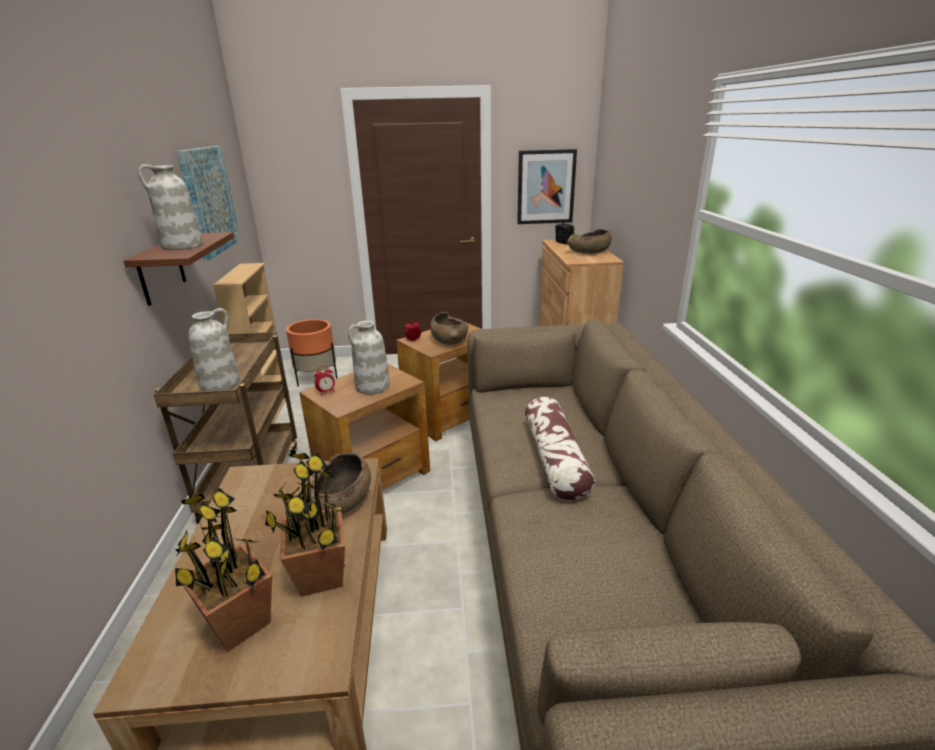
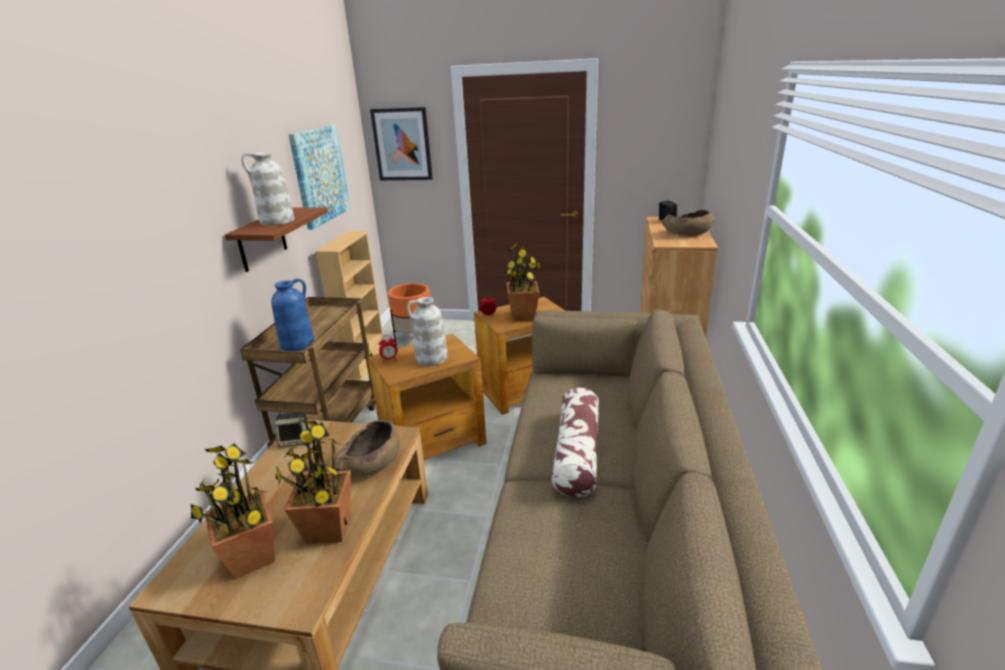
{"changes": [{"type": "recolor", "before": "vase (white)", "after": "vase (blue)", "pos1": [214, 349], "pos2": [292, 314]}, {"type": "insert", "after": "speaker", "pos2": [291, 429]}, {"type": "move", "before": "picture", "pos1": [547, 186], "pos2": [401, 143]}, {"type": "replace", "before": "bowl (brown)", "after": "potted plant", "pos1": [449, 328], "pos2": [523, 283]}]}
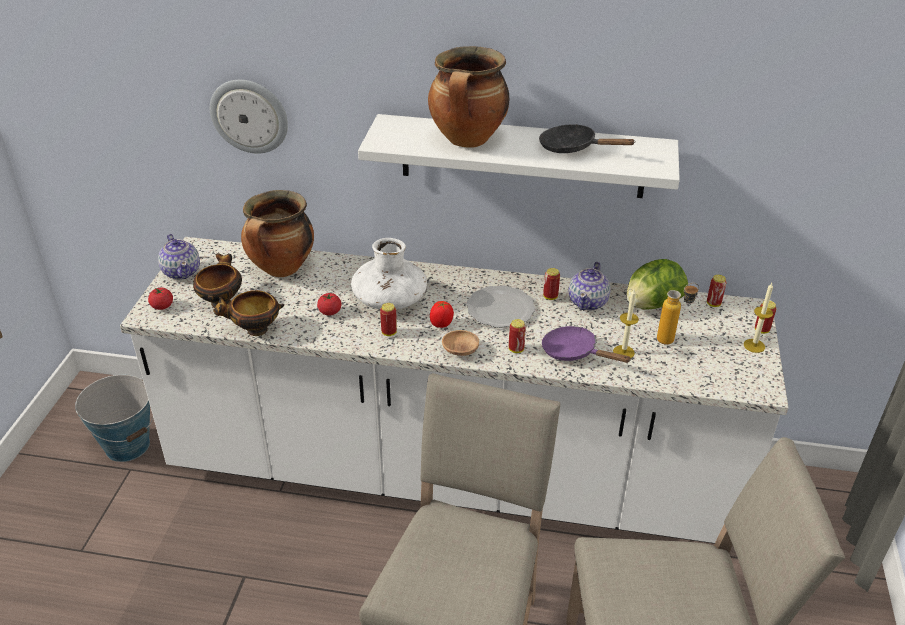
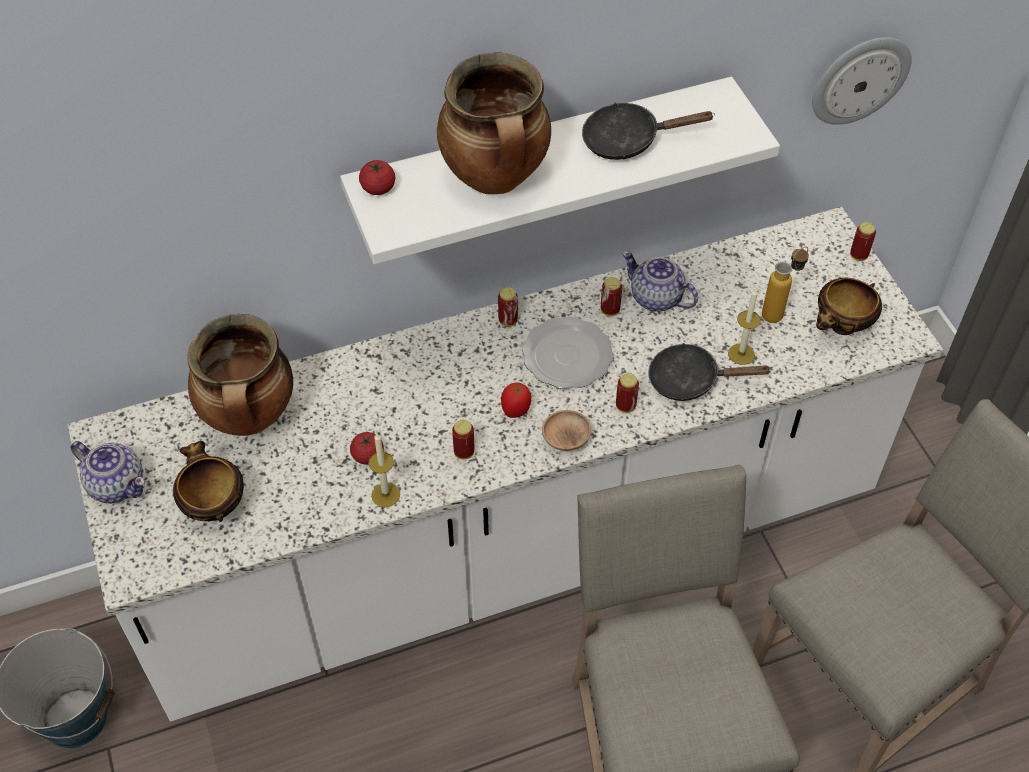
{"changes": [{"type": "move", "before": "tomato", "pos1": [160, 299], "pos2": [377, 177]}, {"type": "move", "before": "candle", "pos1": [758, 318], "pos2": [384, 470]}, {"type": "move", "before": "can", "pos1": [716, 291], "pos2": [508, 307]}, {"type": "rotate", "before": "teapot", "pos1": [589, 286], "pos2": [660, 281], "turn": 135}, {"type": "recolor", "before": "frying pan (purple)", "after": "frying pan (black)", "pos1": [586, 344], "pos2": [710, 372]}, {"type": "move", "before": "wall clock", "pos1": [249, 117], "pos2": [862, 81]}, {"type": "move", "before": "bowl", "pos1": [248, 313], "pos2": [849, 306]}, {"type": "delete", "before": "vase (white)", "pos1": [389, 274]}, {"type": "delete", "before": "lettuce", "pos1": [657, 284]}]}
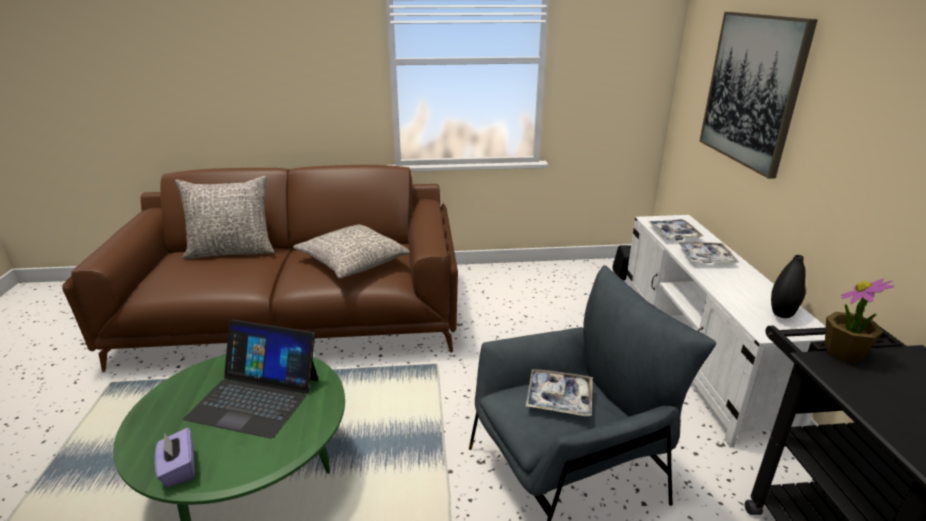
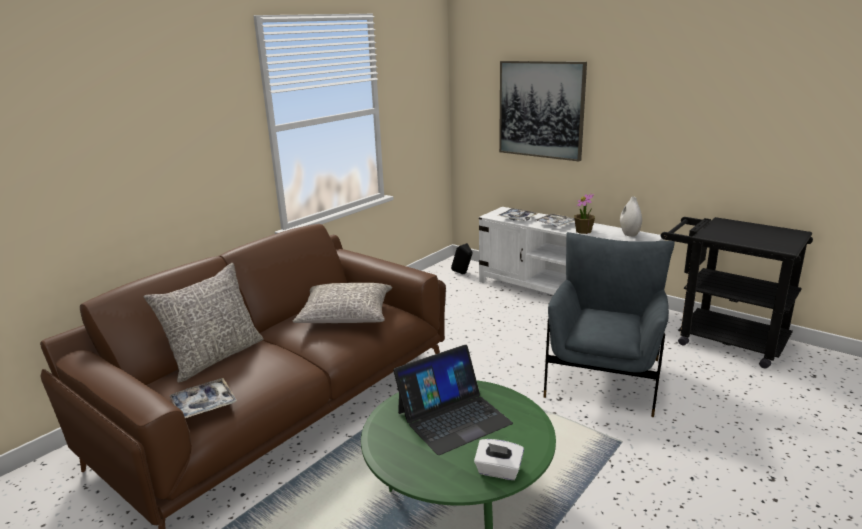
{"changes": [{"type": "move", "before": "tray", "pos1": [559, 392], "pos2": [203, 398]}, {"type": "recolor", "before": "tissue box (purple)", "after": "tissue box (white)", "pos1": [175, 457], "pos2": [499, 459]}, {"type": "move", "before": "potted plant", "pos1": [859, 320], "pos2": [584, 213]}, {"type": "recolor", "before": "vase (black)", "after": "vase (white)", "pos1": [788, 286], "pos2": [631, 216]}]}
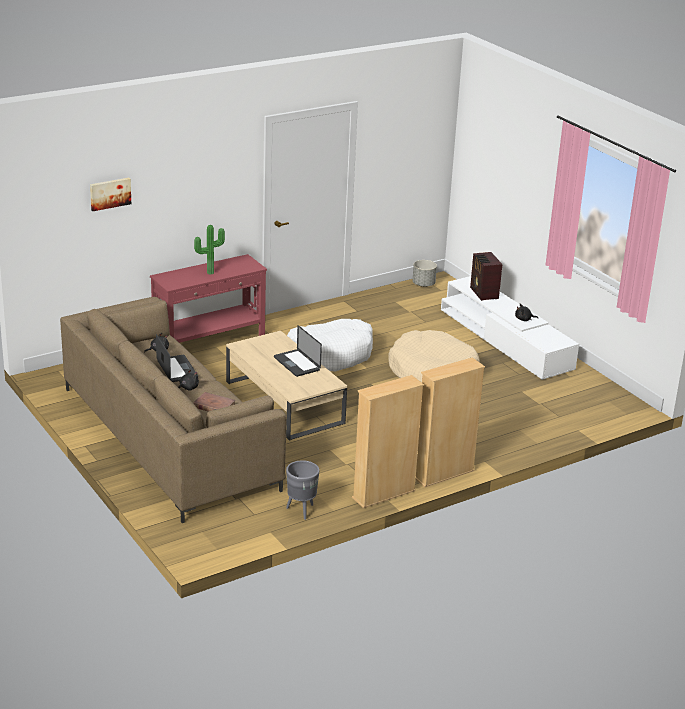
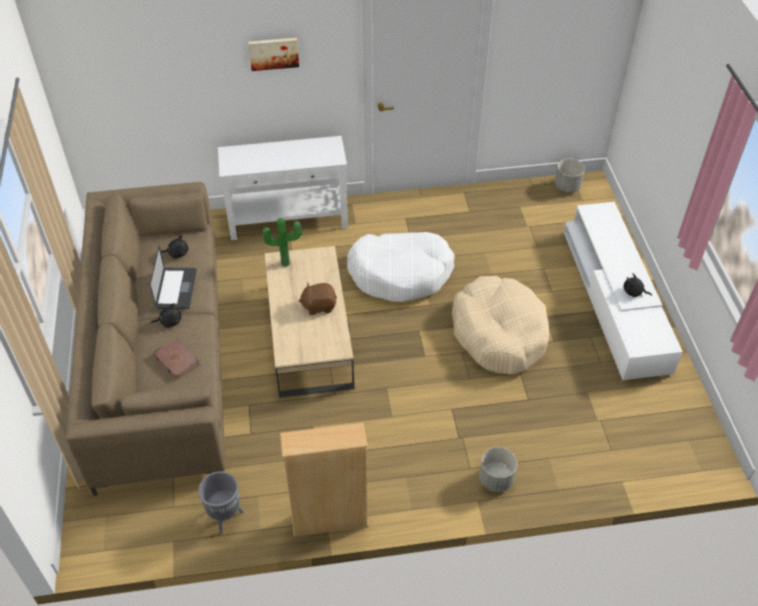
{"changes": [{"type": "recolor", "before": "console table (red)", "after": "console table (white)", "pos1": [208, 298], "pos2": [283, 188]}, {"type": "move", "before": "picture", "pos1": [110, 194], "pos2": [273, 54]}, {"type": "move", "before": "potted plant", "pos1": [209, 250], "pos2": [282, 242]}, {"type": "replace", "before": "laptop", "after": "plush toy (brown)", "pos1": [298, 351], "pos2": [318, 299]}, {"type": "insert", "after": "planter (grey)", "pos2": [498, 469]}, {"type": "delete", "before": "bookcase (beige)", "pos1": [450, 422]}, {"type": "delete", "before": "radio", "pos1": [486, 276]}]}
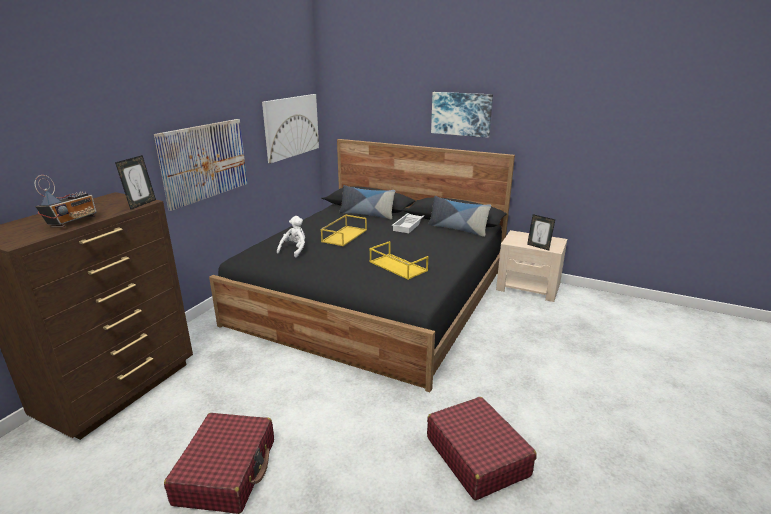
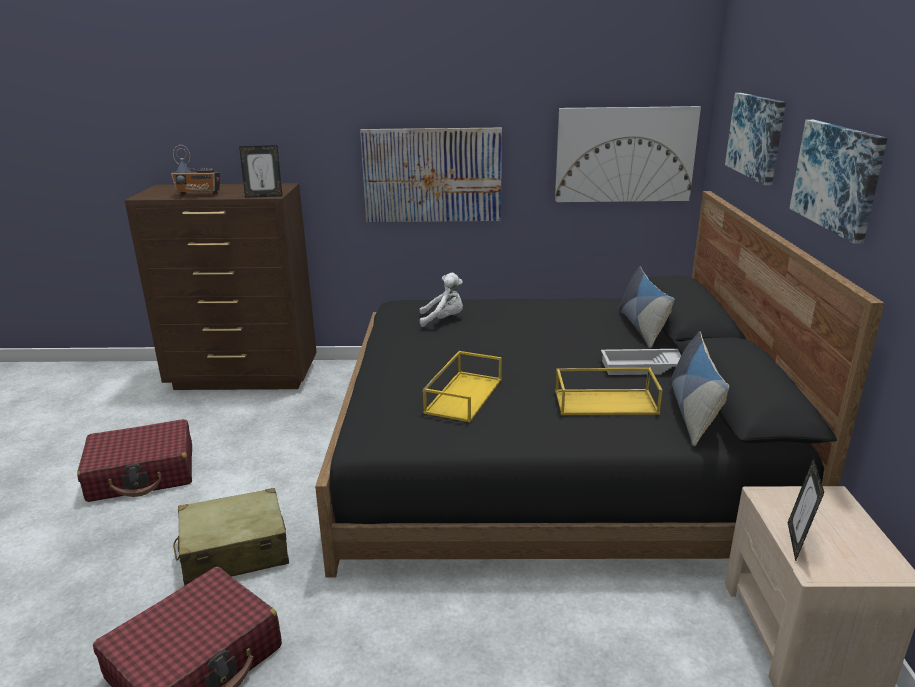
{"changes": [{"type": "insert", "after": "suitcase (beige)", "pos2": [231, 537]}, {"type": "move", "before": "tray (yellow)", "pos1": [344, 230], "pos2": [608, 391]}, {"type": "insert", "after": "picture", "pos2": [755, 139]}]}
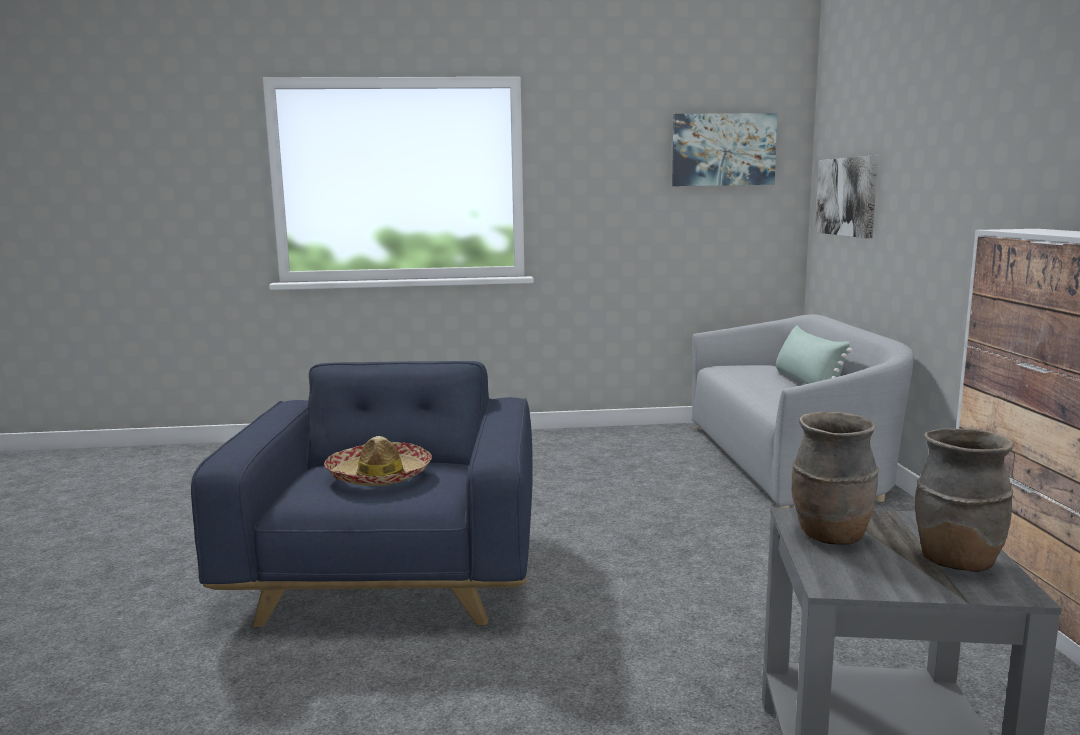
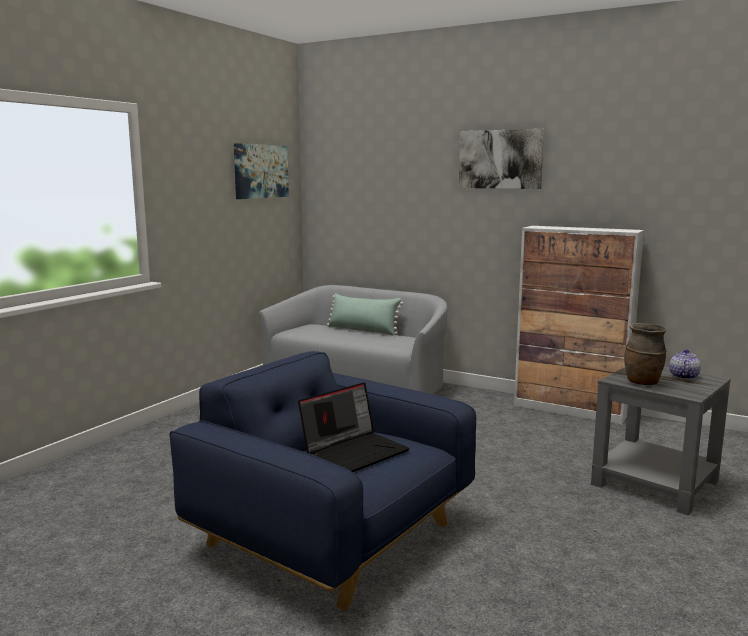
{"changes": [{"type": "replace", "before": "hat", "after": "laptop", "pos1": [378, 461], "pos2": [354, 427]}, {"type": "move", "before": "picture", "pos1": [846, 196], "pos2": [501, 159]}, {"type": "replace", "before": "vase (brown)", "after": "teapot", "pos1": [964, 500], "pos2": [685, 364]}]}
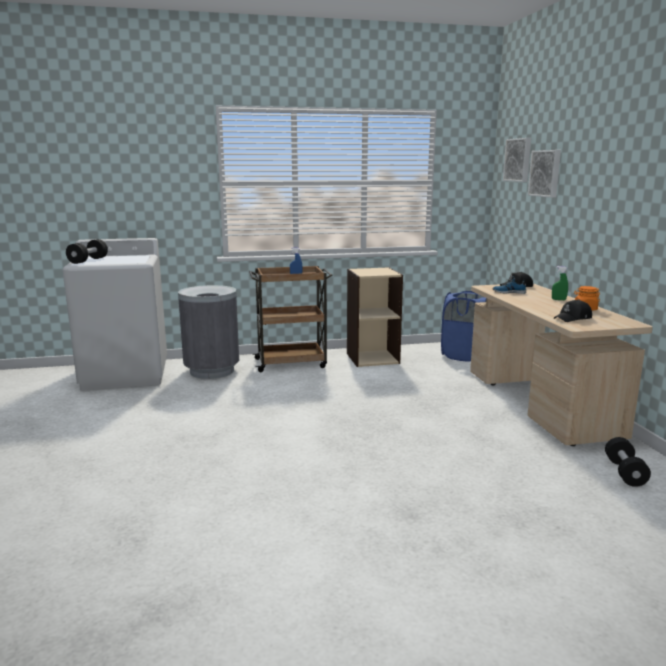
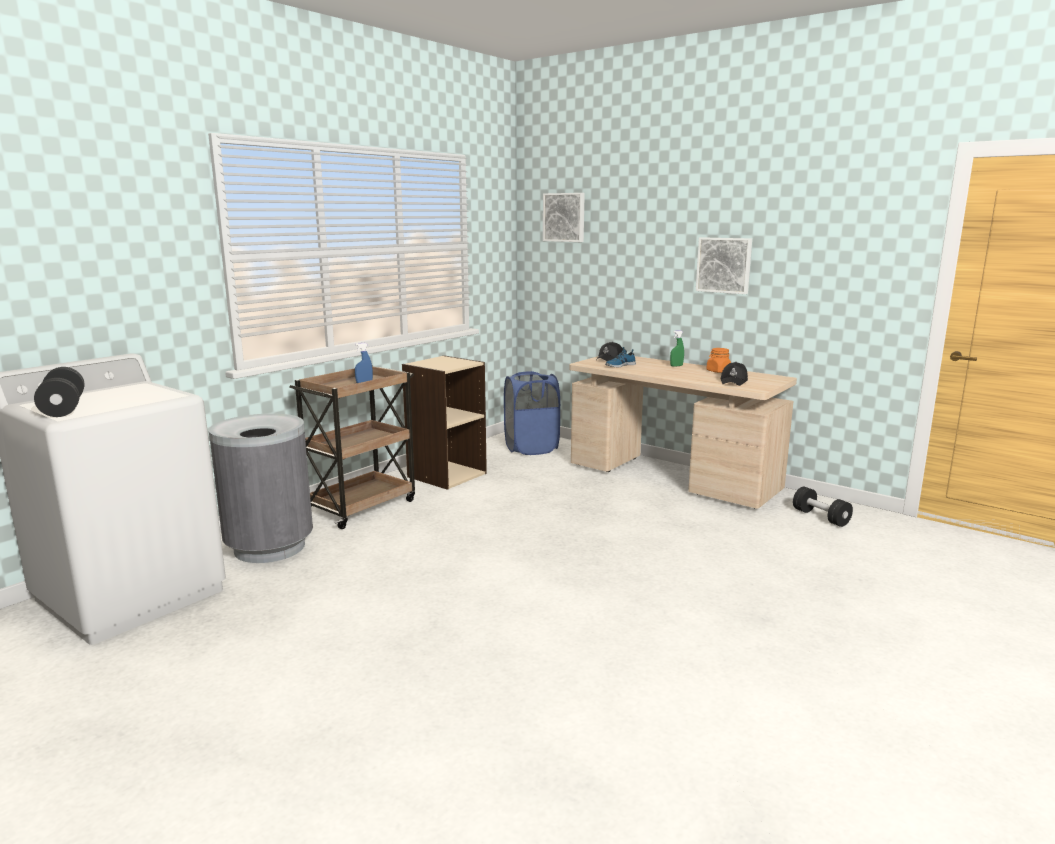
{"changes": [{"type": "move", "before": "picture", "pos1": [544, 174], "pos2": [724, 265]}]}
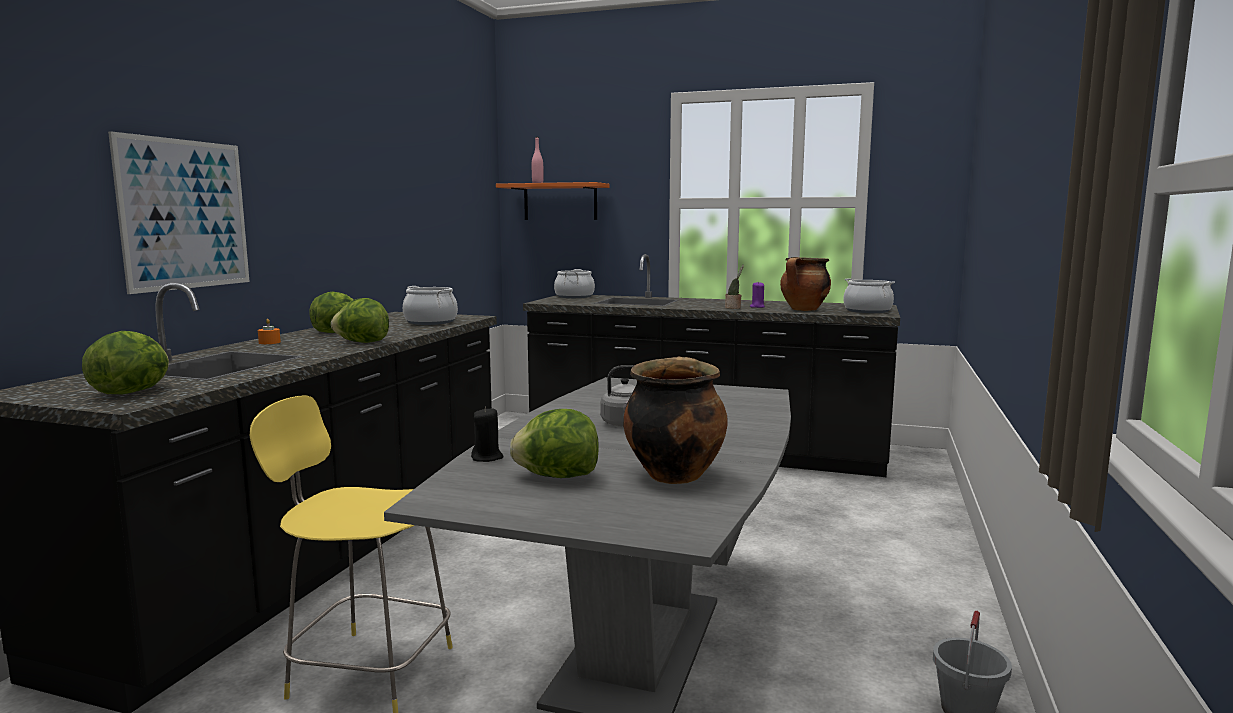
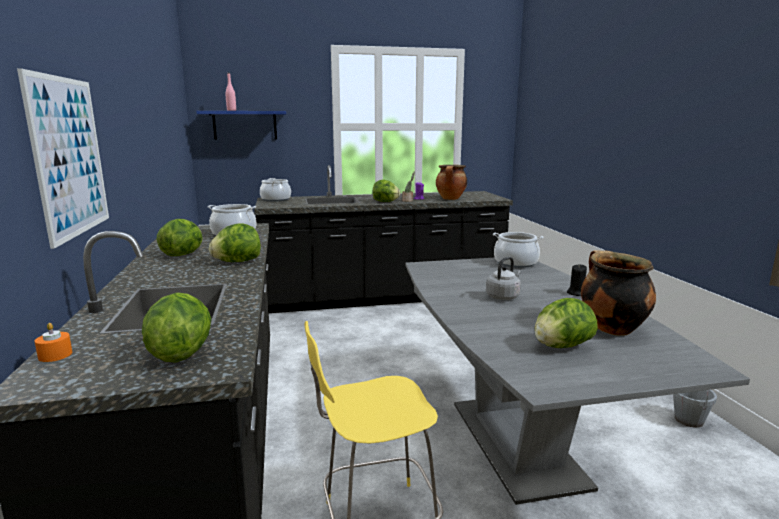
{"changes": [{"type": "move", "before": "candle (orange)", "pos1": [269, 331], "pos2": [53, 342]}, {"type": "recolor", "before": "shelf (orange)", "after": "shelf (blue)", "pos1": [552, 201], "pos2": [241, 125]}, {"type": "insert", "after": "lettuce", "pos2": [386, 191]}, {"type": "move", "before": "cooking pot", "pos1": [869, 295], "pos2": [518, 250]}, {"type": "move", "before": "candle (black)", "pos1": [487, 434], "pos2": [577, 280]}]}
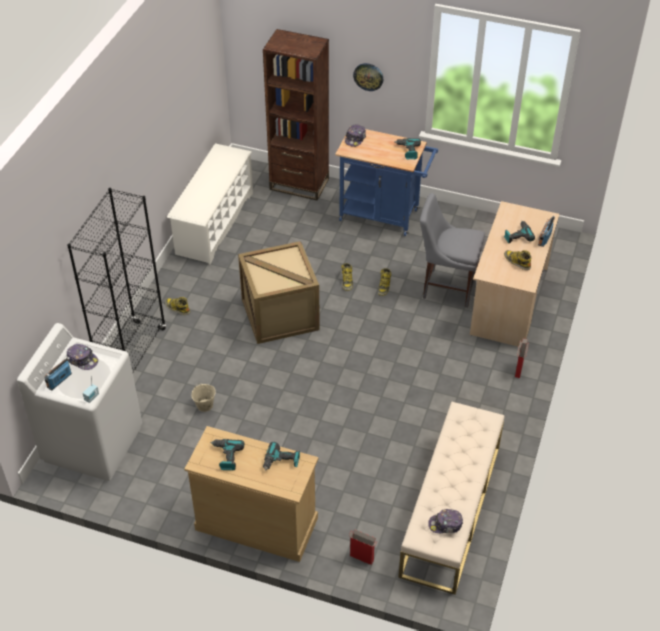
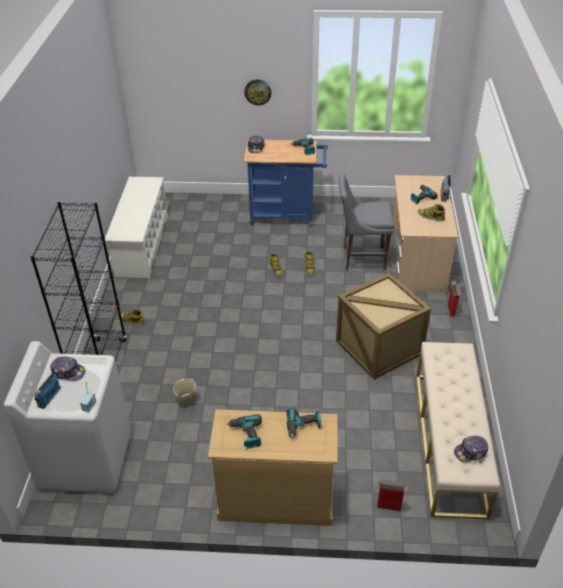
{"changes": [{"type": "move", "before": "crate", "pos1": [279, 292], "pos2": [383, 326]}, {"type": "delete", "before": "bookcase (brown)", "pos1": [296, 115]}]}
